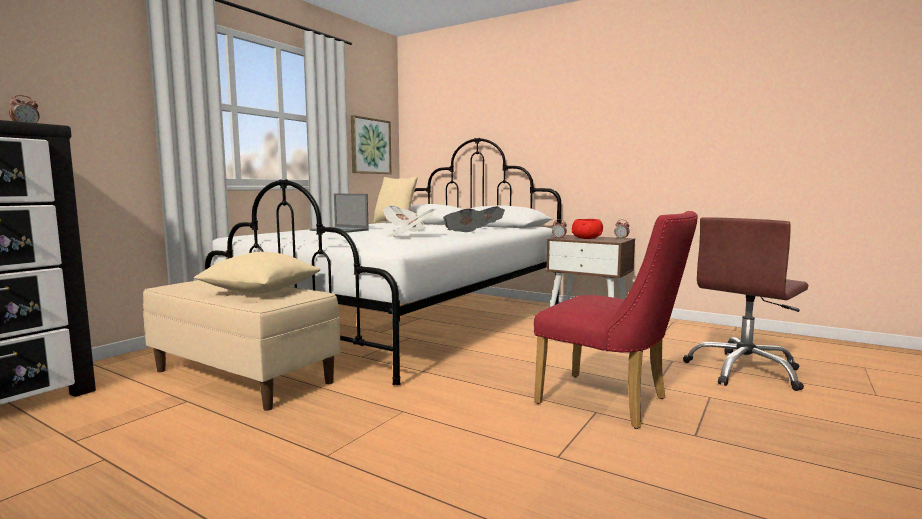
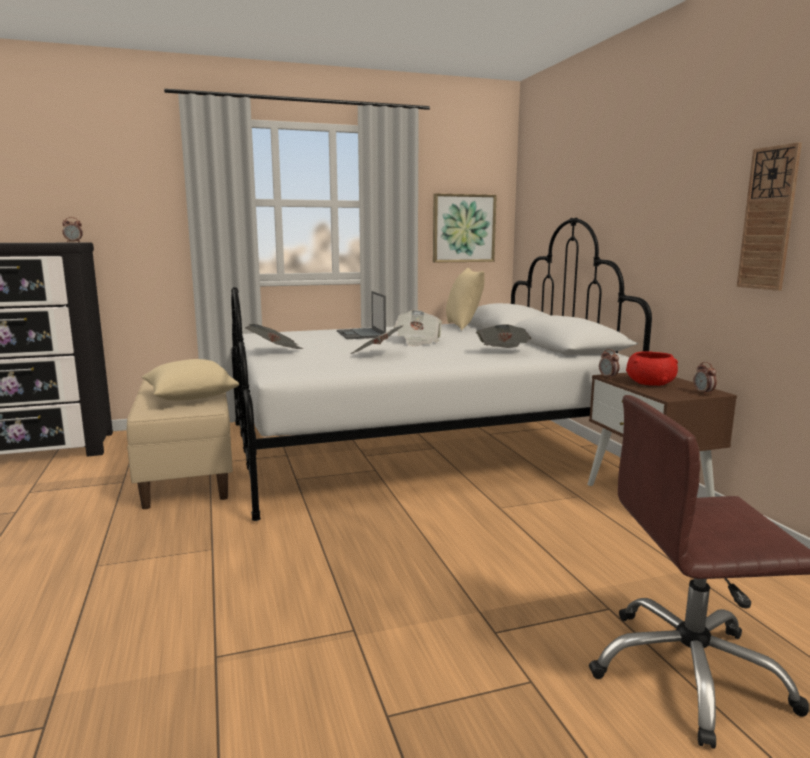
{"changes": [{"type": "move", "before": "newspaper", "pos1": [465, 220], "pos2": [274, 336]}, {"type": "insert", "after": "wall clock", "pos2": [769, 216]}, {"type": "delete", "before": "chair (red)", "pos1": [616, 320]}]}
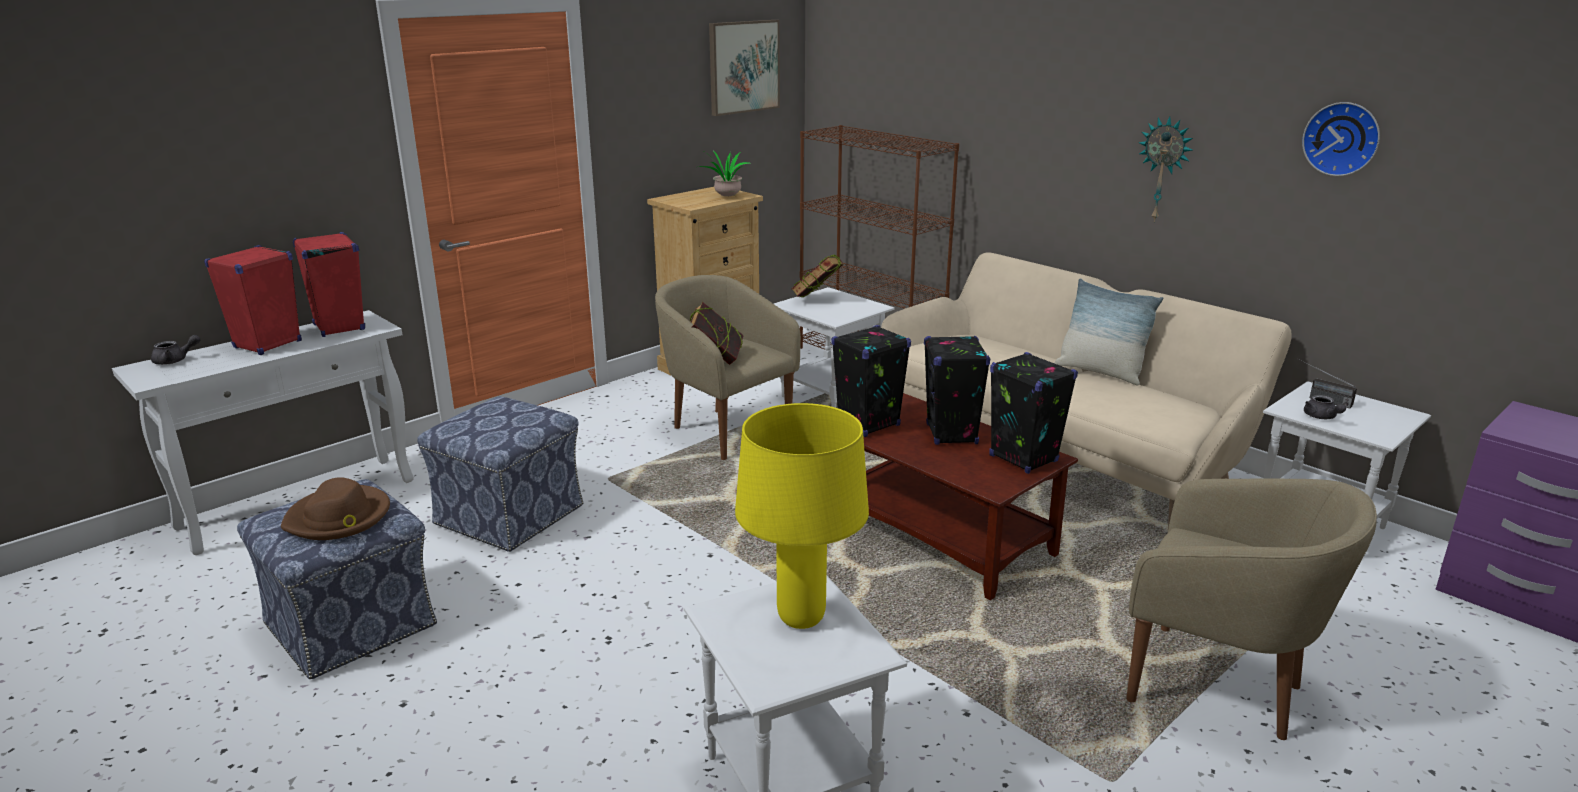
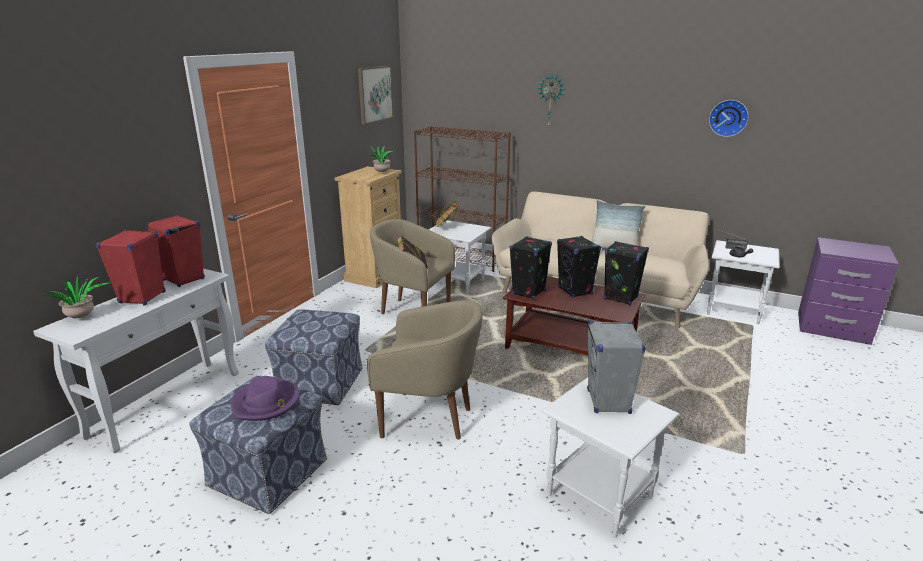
{"changes": [{"type": "replace", "before": "teapot (grey)", "after": "potted plant", "pos1": [175, 350], "pos2": [75, 297]}, {"type": "recolor", "before": "hat (brown)", "after": "hat (purple)", "pos1": [335, 508], "pos2": [265, 398]}, {"type": "move", "before": "armchair (beige)", "pos1": [1251, 609], "pos2": [424, 369]}, {"type": "move", "before": "wall clock", "pos1": [1166, 168], "pos2": [552, 100]}, {"type": "replace", "before": "table lamp (yellow)", "after": "speaker (grey)", "pos1": [802, 516], "pos2": [616, 367]}]}
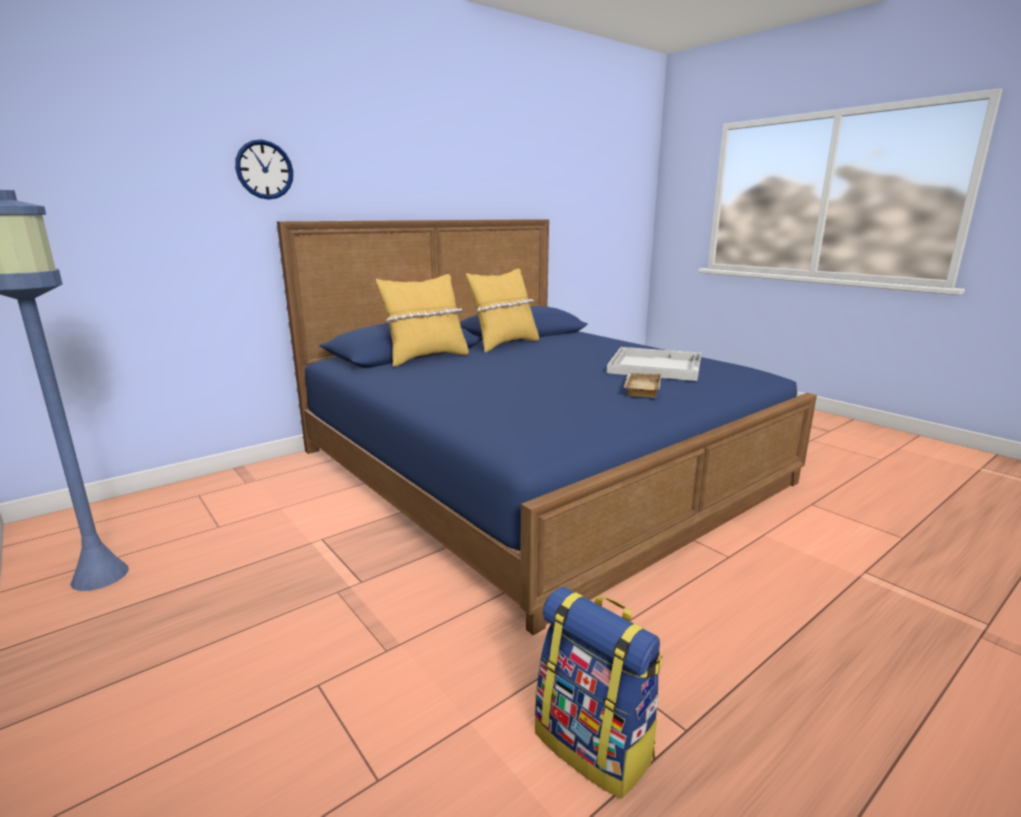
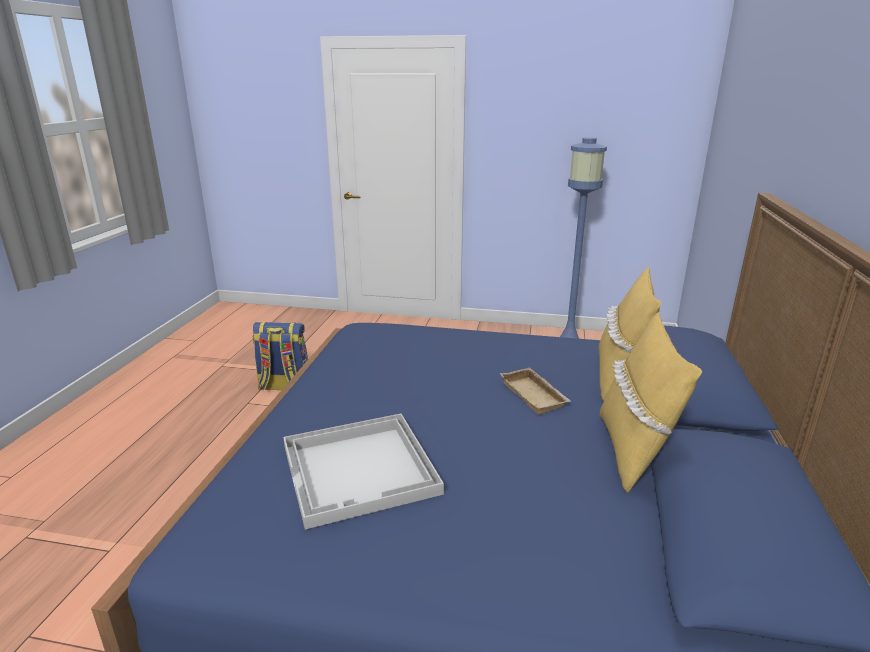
{"changes": [{"type": "move", "before": "tray (beige)", "pos1": [642, 385], "pos2": [535, 391]}, {"type": "delete", "before": "wall clock", "pos1": [264, 169]}]}
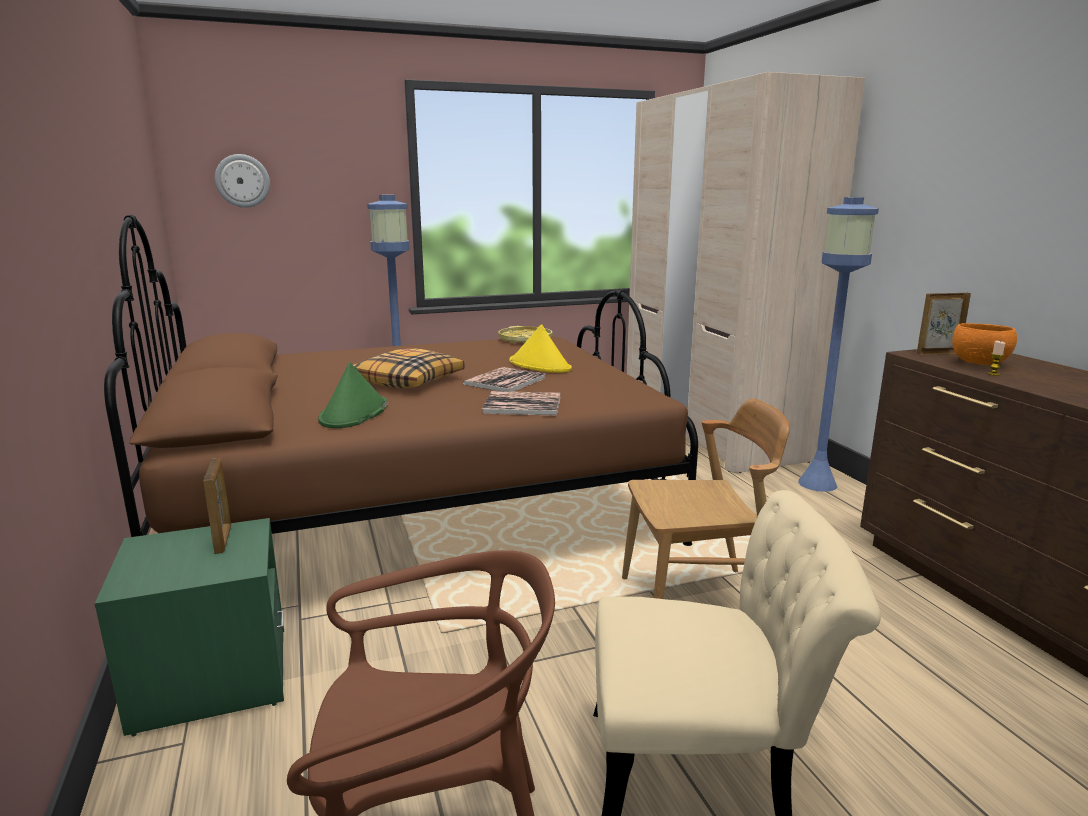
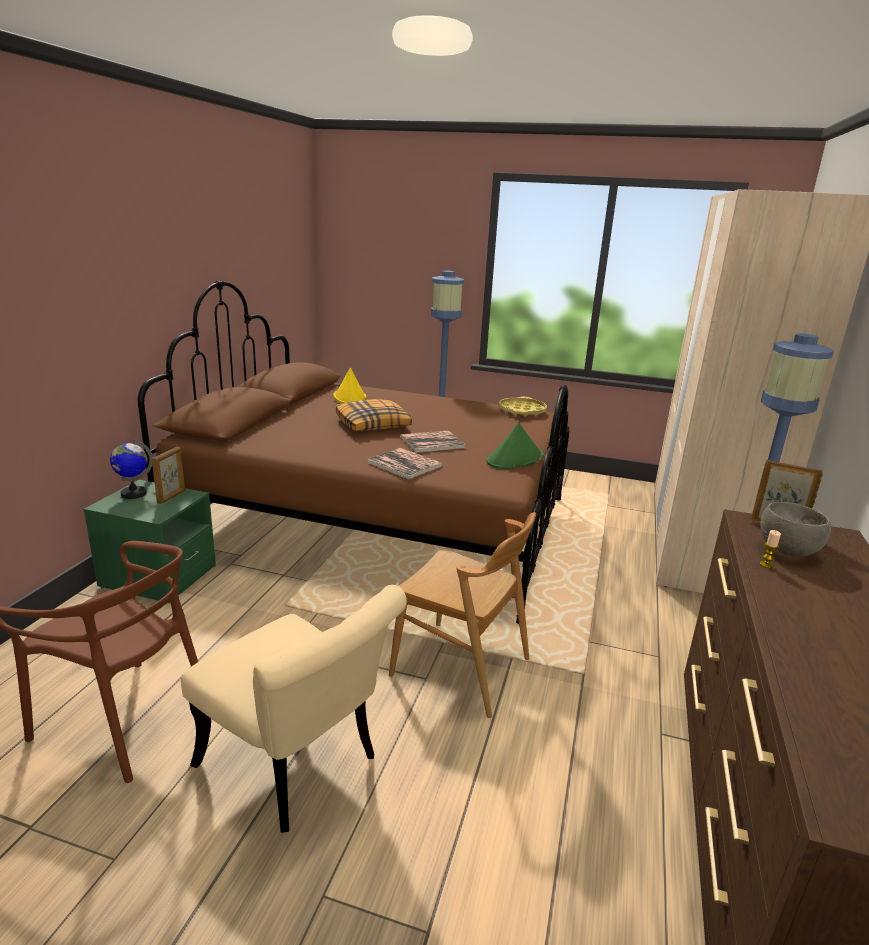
{"changes": [{"type": "insert", "after": "globe", "pos2": [131, 469]}, {"type": "move", "before": "hat (yellow)", "pos1": [540, 348], "pos2": [349, 386]}, {"type": "move", "before": "hat (green)", "pos1": [353, 395], "pos2": [515, 446]}, {"type": "recolor", "before": "bowl (orange)", "after": "bowl (grey)", "pos1": [984, 344], "pos2": [795, 529]}, {"type": "delete", "before": "wall clock", "pos1": [242, 181]}]}
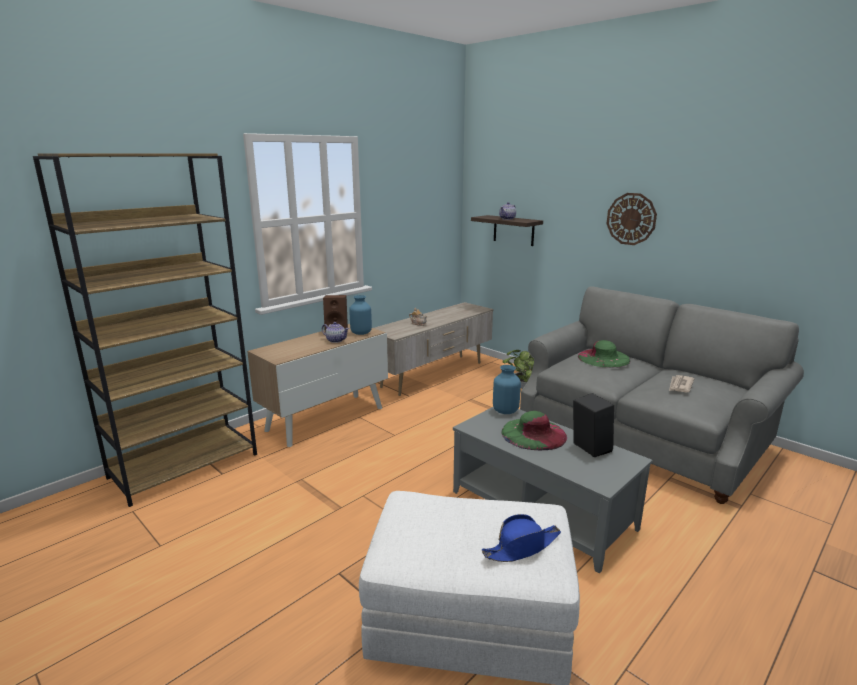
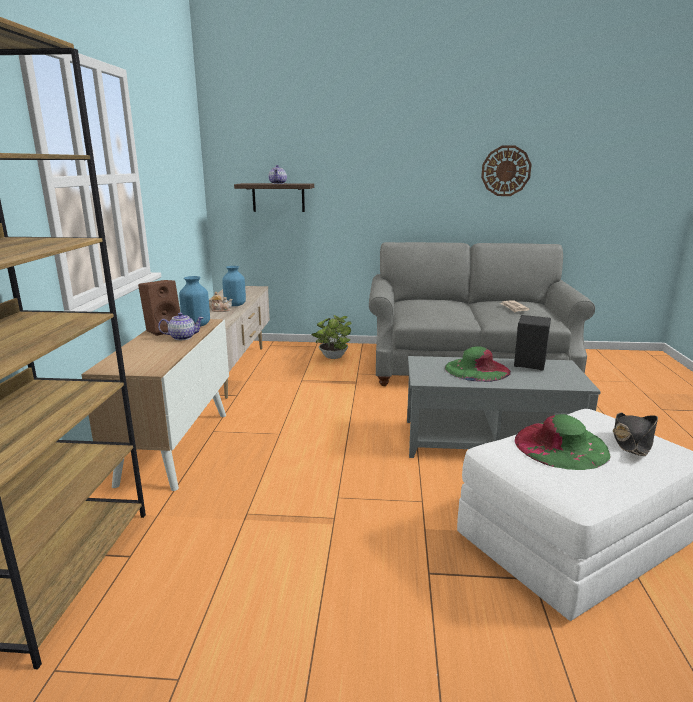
{"changes": [{"type": "move", "before": "vase (blue)", "pos1": [507, 389], "pos2": [234, 286]}, {"type": "move", "before": "wall clock", "pos1": [632, 219], "pos2": [506, 171]}, {"type": "move", "before": "hat (green)", "pos1": [604, 354], "pos2": [562, 442]}, {"type": "recolor", "before": "hat (blue)", "after": "hat (black)", "pos1": [521, 538], "pos2": [635, 434]}]}
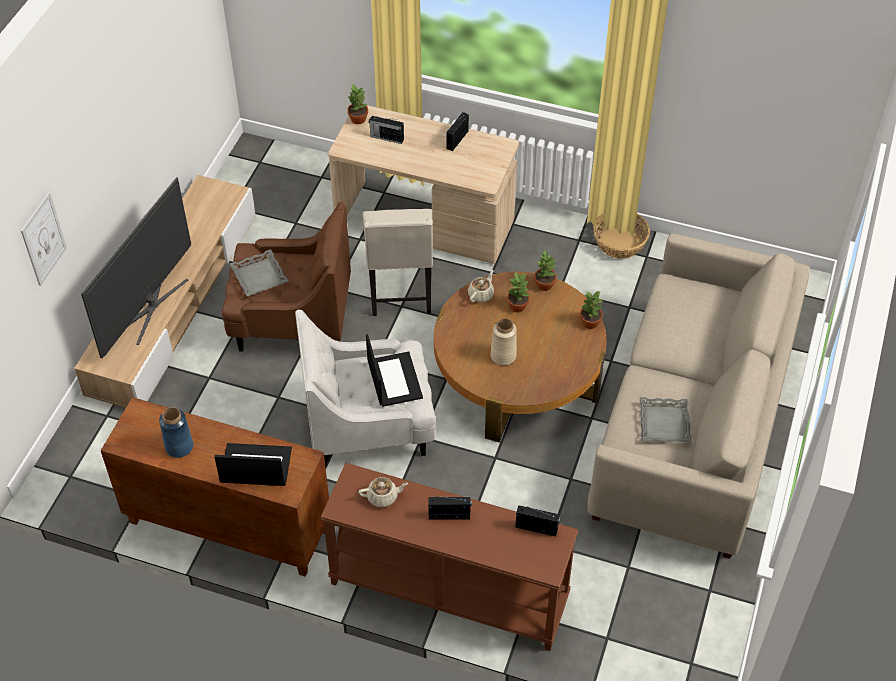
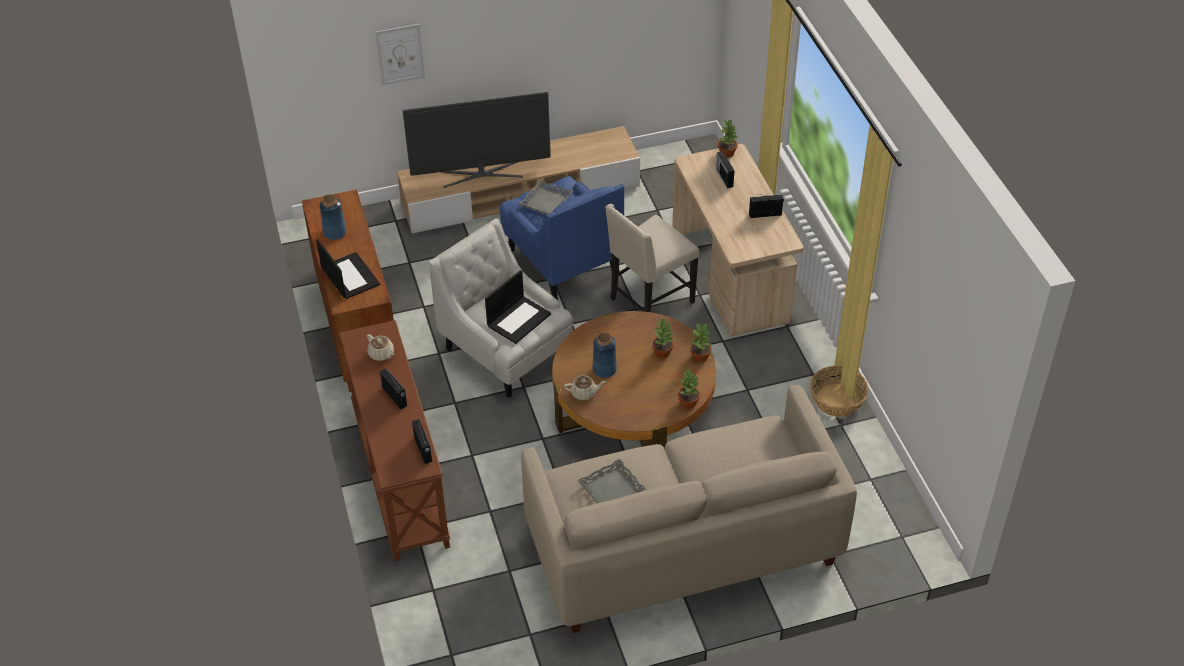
{"changes": [{"type": "recolor", "before": "armchair (brown)", "after": "armchair (blue)", "pos1": [286, 276], "pos2": [561, 238]}, {"type": "move", "before": "teapot (beige)", "pos1": [481, 286], "pos2": [585, 387]}, {"type": "recolor", "before": "vase (beige)", "after": "vase (blue)", "pos1": [504, 341], "pos2": [604, 355]}]}
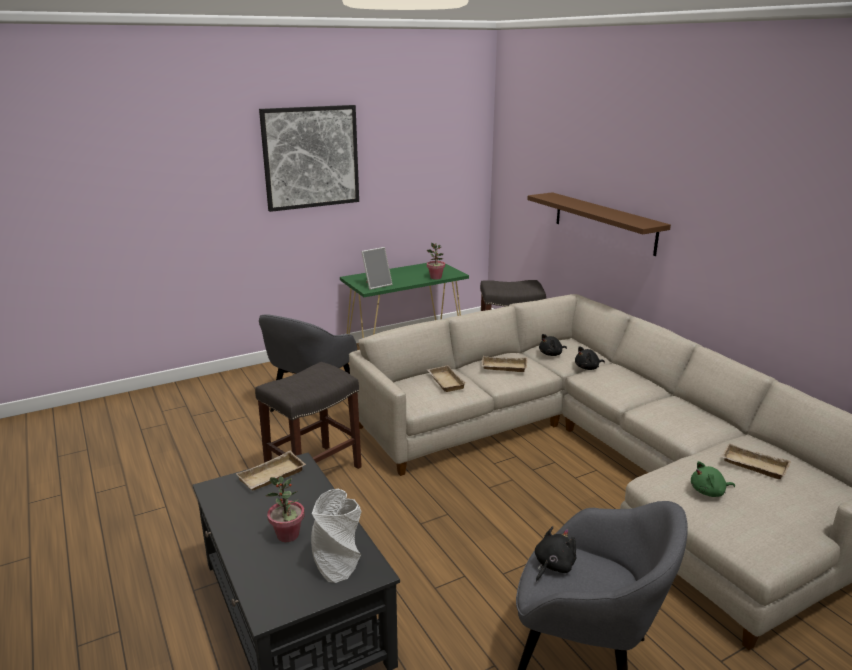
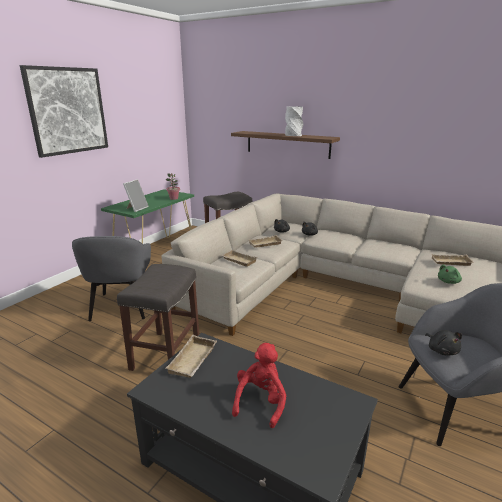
{"changes": [{"type": "replace", "before": "potted plant", "after": "plush toy (red)", "pos1": [285, 509], "pos2": [259, 385]}, {"type": "move", "before": "vase (grey)", "pos1": [336, 536], "pos2": [294, 121]}, {"type": "rotate", "before": "plush toy (black)", "pos1": [555, 554], "pos2": [443, 343], "turn": 150}]}
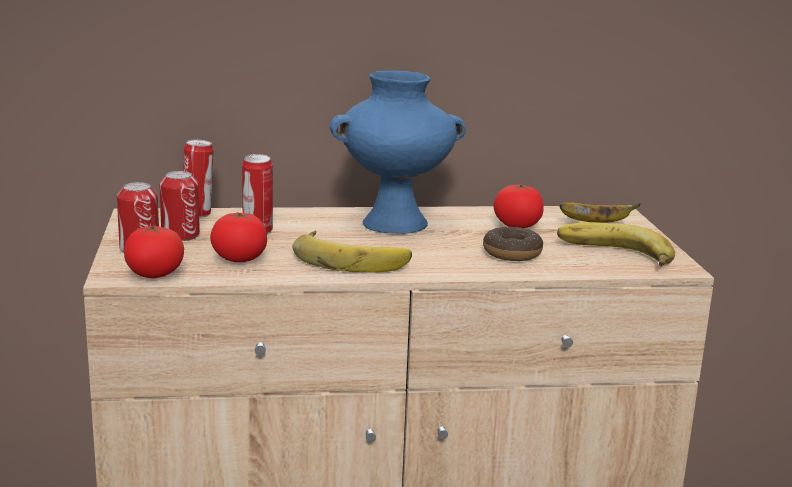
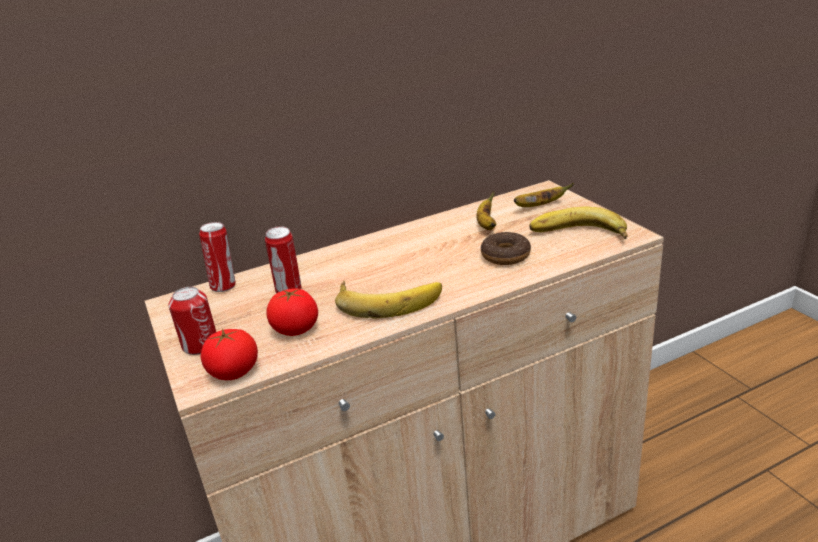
{"changes": [{"type": "replace", "before": "tomato", "after": "banana", "pos1": [519, 206], "pos2": [486, 210]}, {"type": "delete", "before": "can", "pos1": [179, 206]}, {"type": "delete", "before": "vase (blue)", "pos1": [397, 152]}]}
